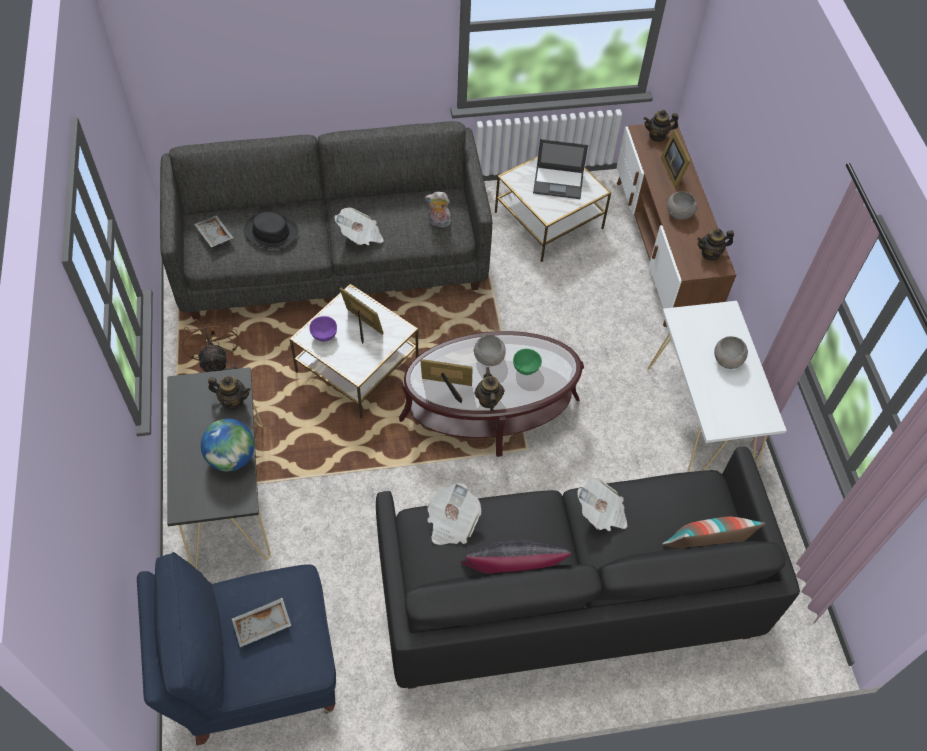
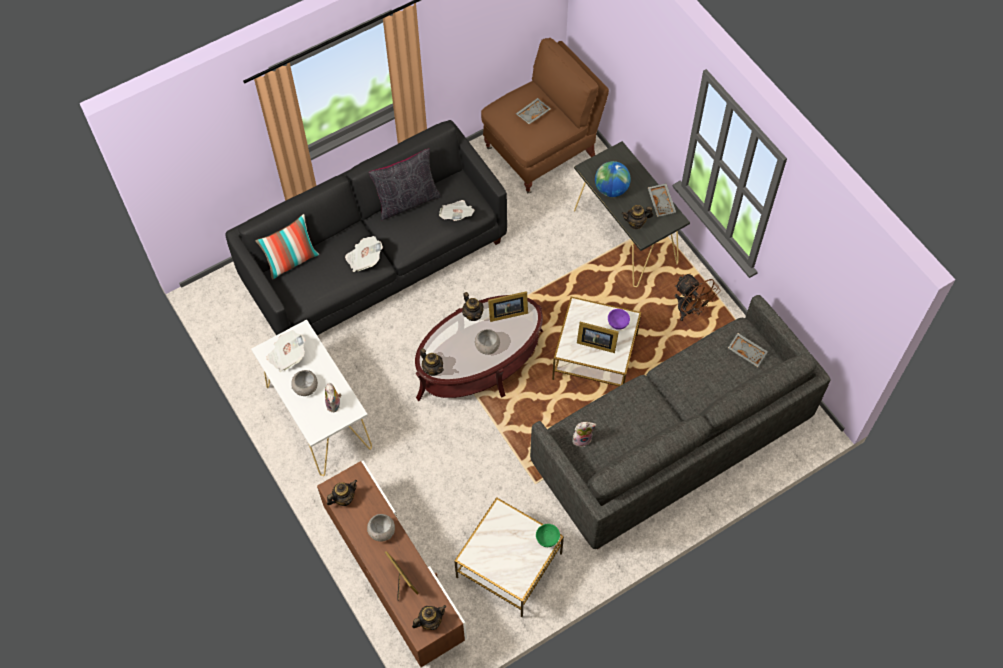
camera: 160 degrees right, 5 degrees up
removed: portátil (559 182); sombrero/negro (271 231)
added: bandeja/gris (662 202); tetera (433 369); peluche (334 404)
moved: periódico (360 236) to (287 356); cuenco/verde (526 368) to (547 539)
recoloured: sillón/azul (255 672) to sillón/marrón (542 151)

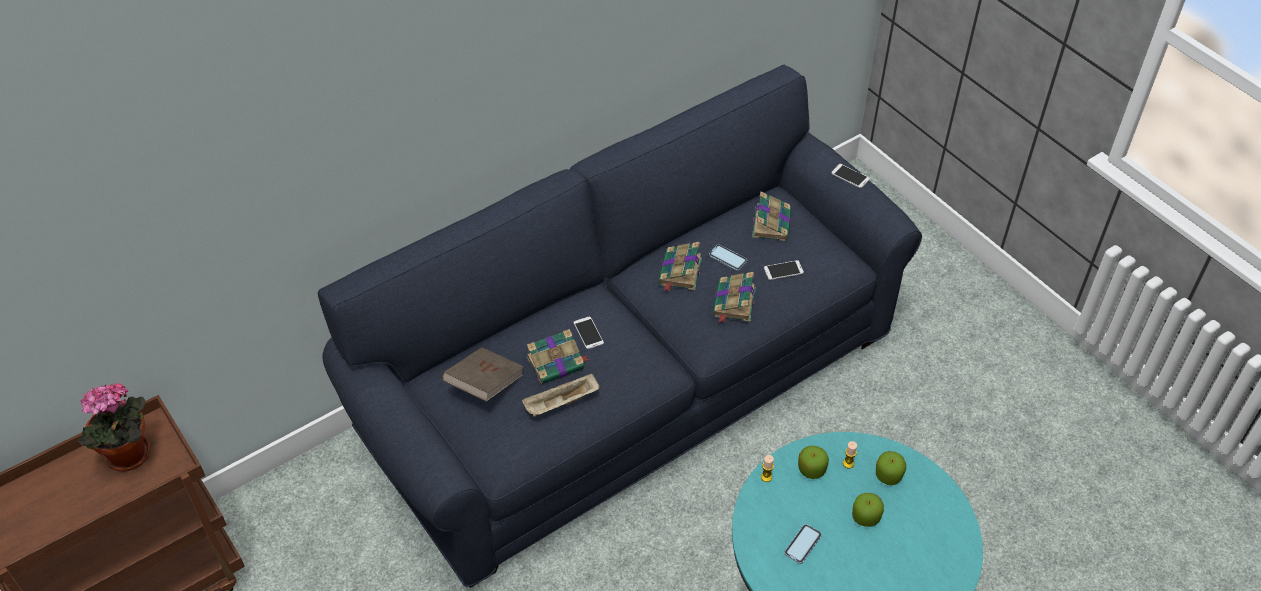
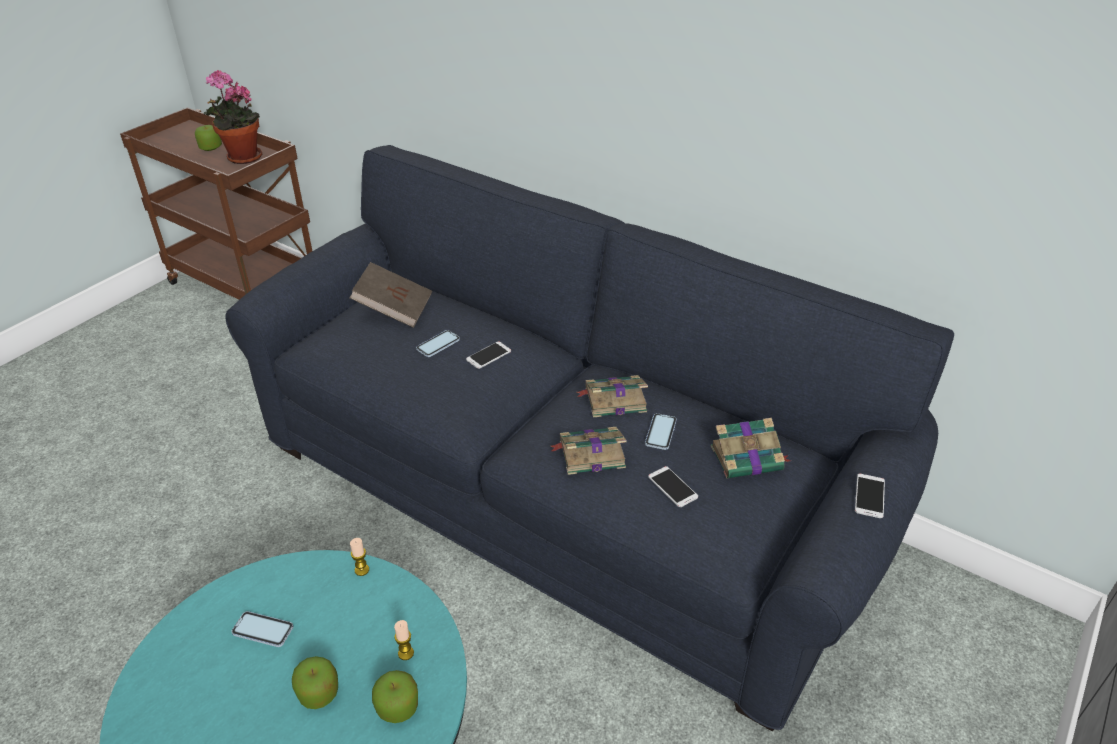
camera: 70 degrees right, 10 degrees down
removed: bandeja/beis (561 404)
moved: manzana (811 469) to (210 148)
replaced: libro (557 363) to móvil (438 345)

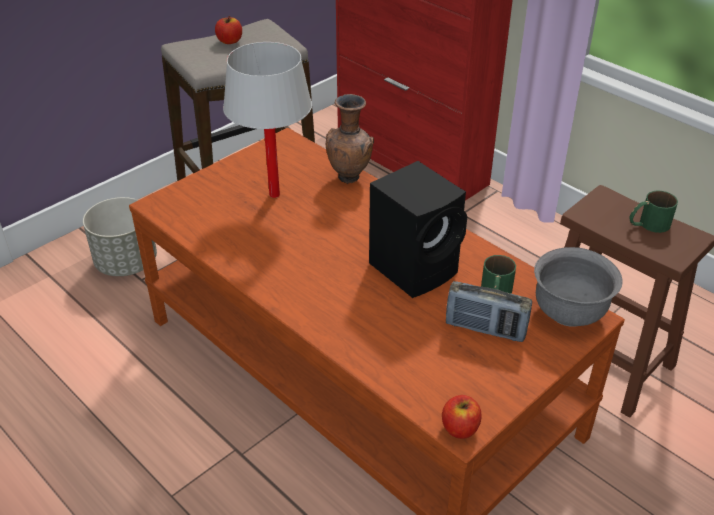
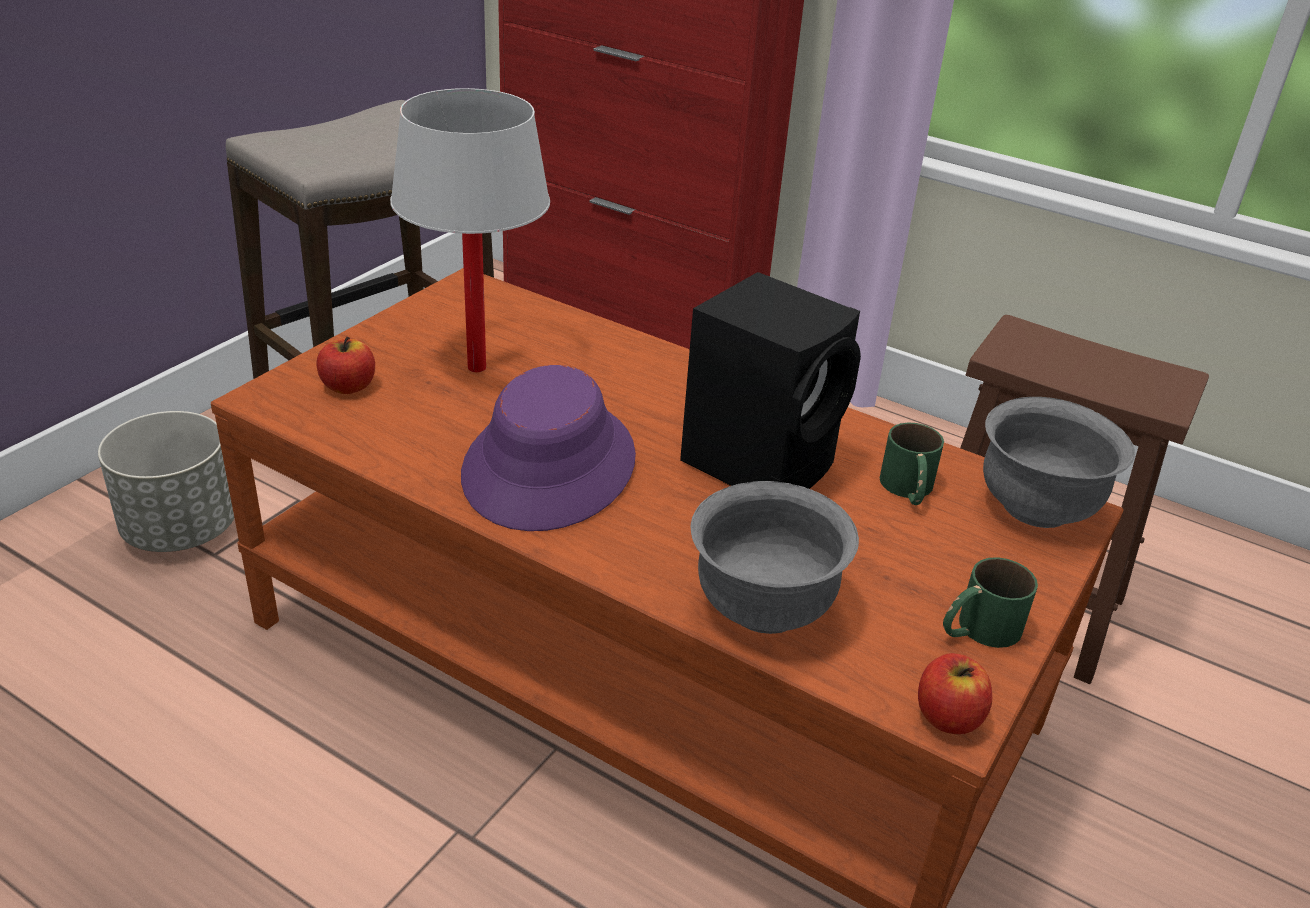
camera: 15 degrees left, 5 degrees down
removed: florero/marrón (350 177); radio (485 329)
added: sombrero/morado (550 466); cuenco/gris (763 607)
moved: manzana (229 41) to (348 386); taza grande/verde (648 224) to (977 629)

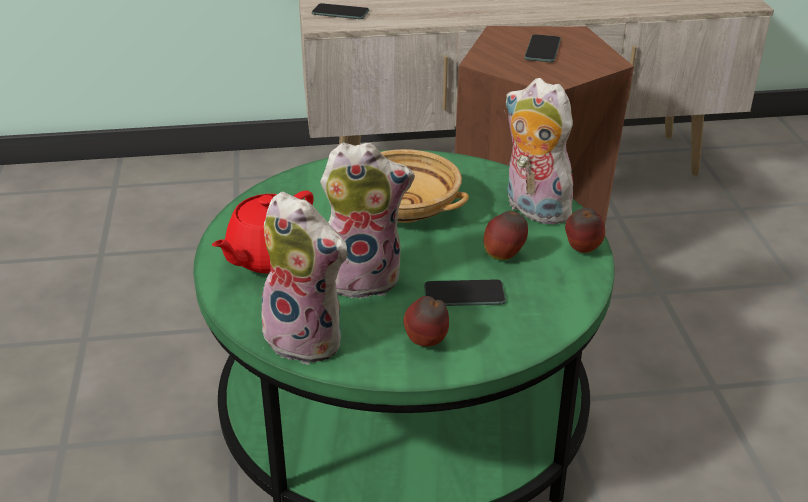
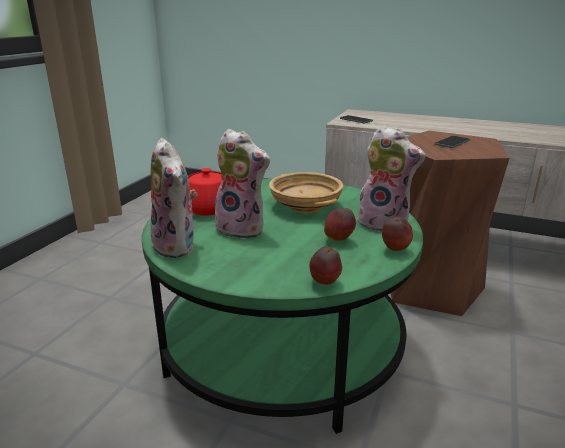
camera: 30 degrees right, 10 degrees down
removed: móvil (464 294)
moved: manzana (427 343) to (324 283)
turned: peluche (532 209) = (384 223) 135 degrees clockwise

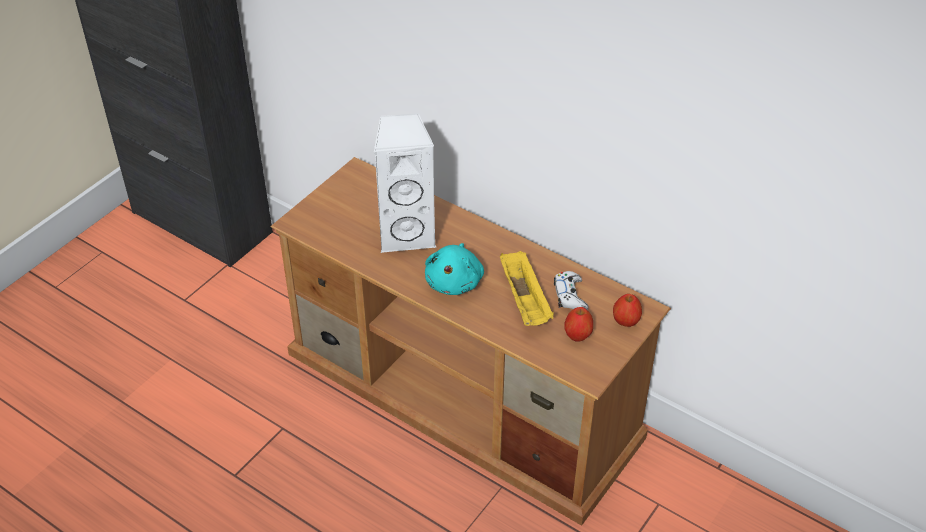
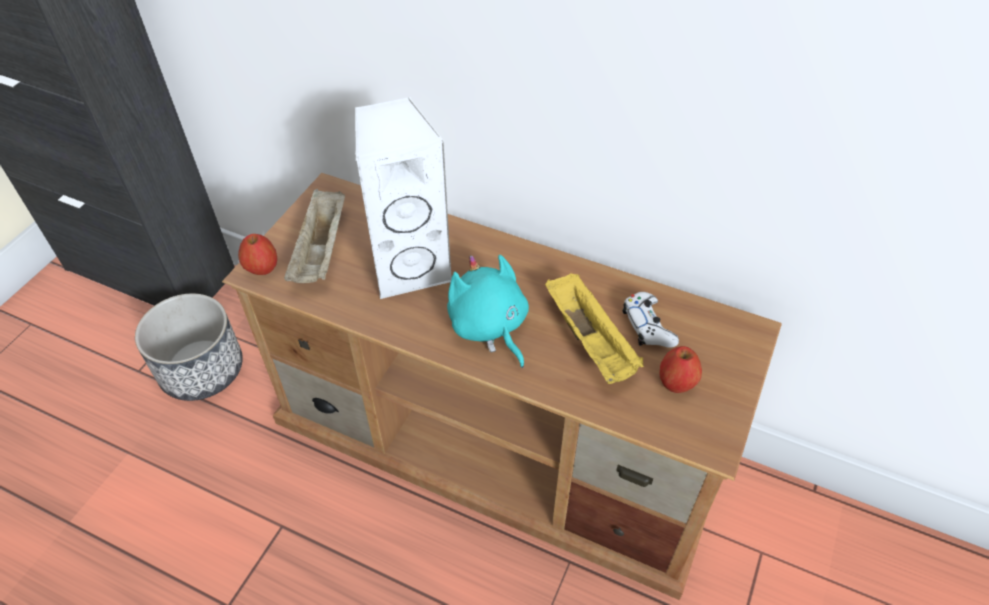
camera: 10 degrees left, 5 degrees up
added: bandeja/beis (321 252); maceta (202 369)
moved: manzana (625 321) to (262 269)
turned: peluche/turquesa (454 281) = (489 327) 150 degrees clockwise

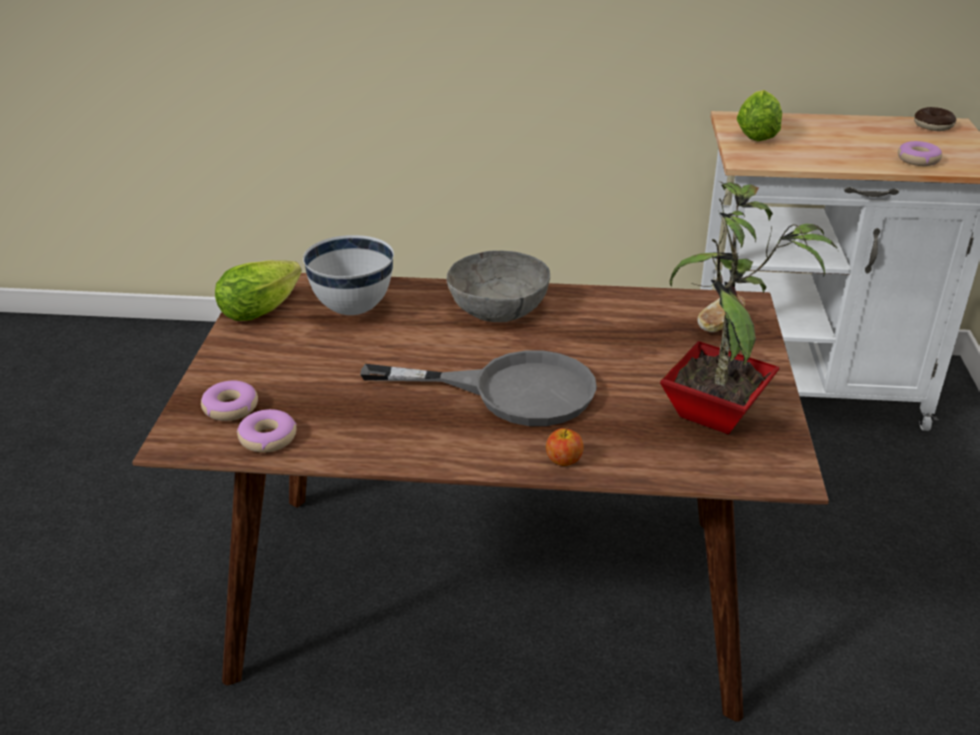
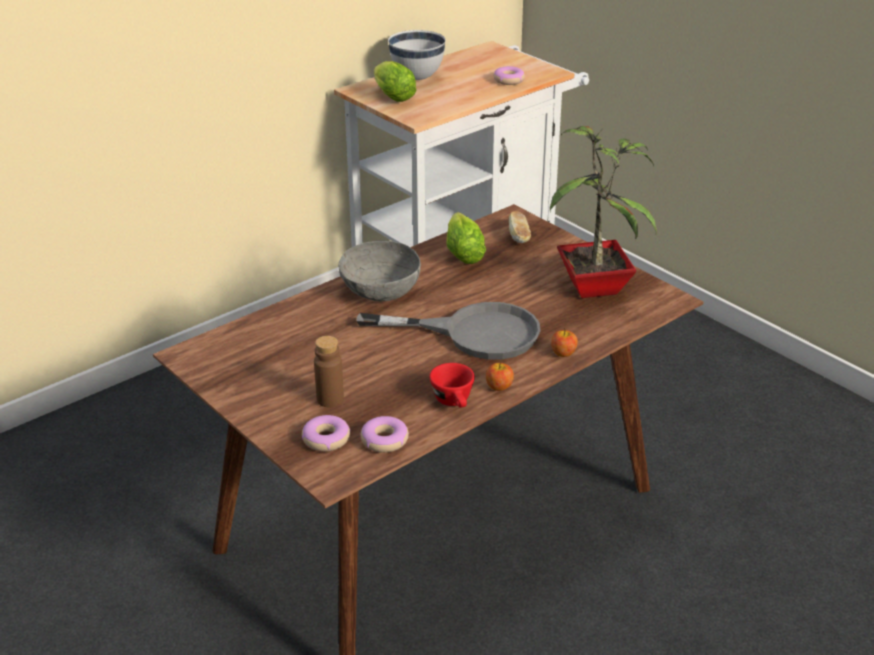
camera: 45 degrees left, 0 degrees up
removed: rosquilla (933 126)
added: botella/marrón (330 399); manzana (499 387); taza/rojo (454 402)
moved: cuenco/blanco (352 309) to (417 78); lechuga (264 306) to (463 251)
turned: sartén/gris (511 391) = (474 333) 45 degrees clockwise

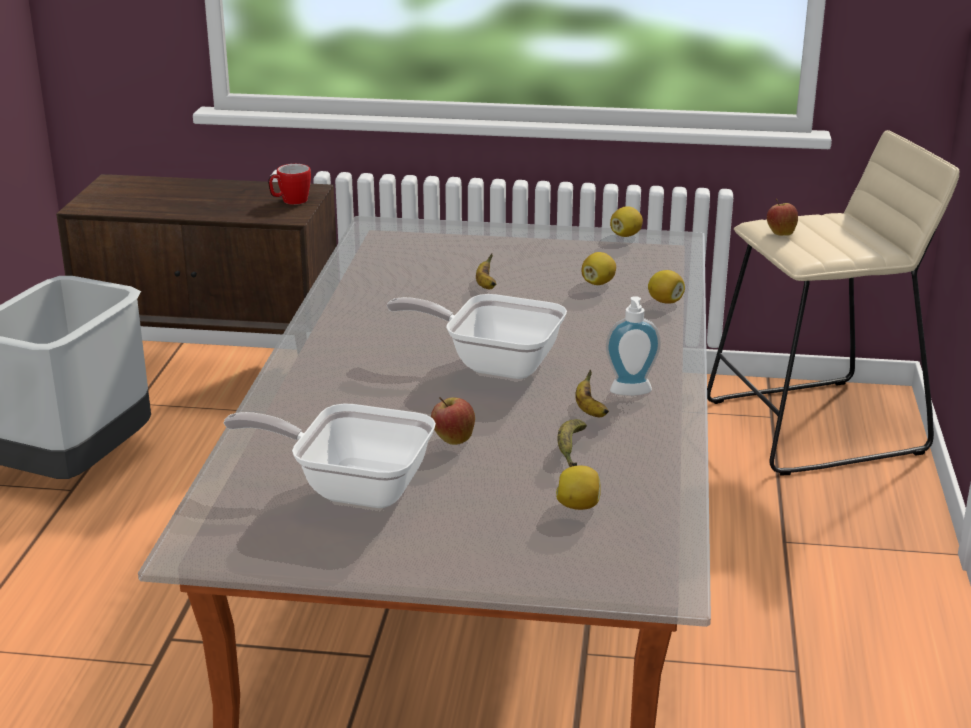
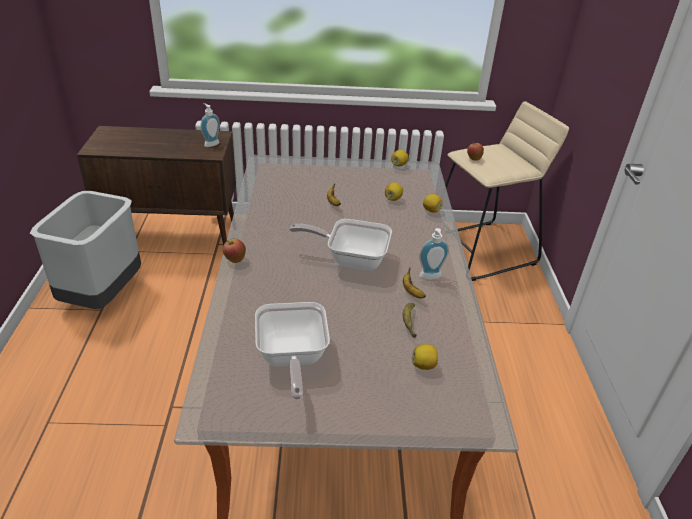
camera: 10 degrees left, 10 degrees up
moved: manzana (453 440) to (234 259)
replaced: taza grande (290 201) to dispensador de jabón (210 143)
turned: sartén (352 487) = (291 359) 105 degrees counterclockwise

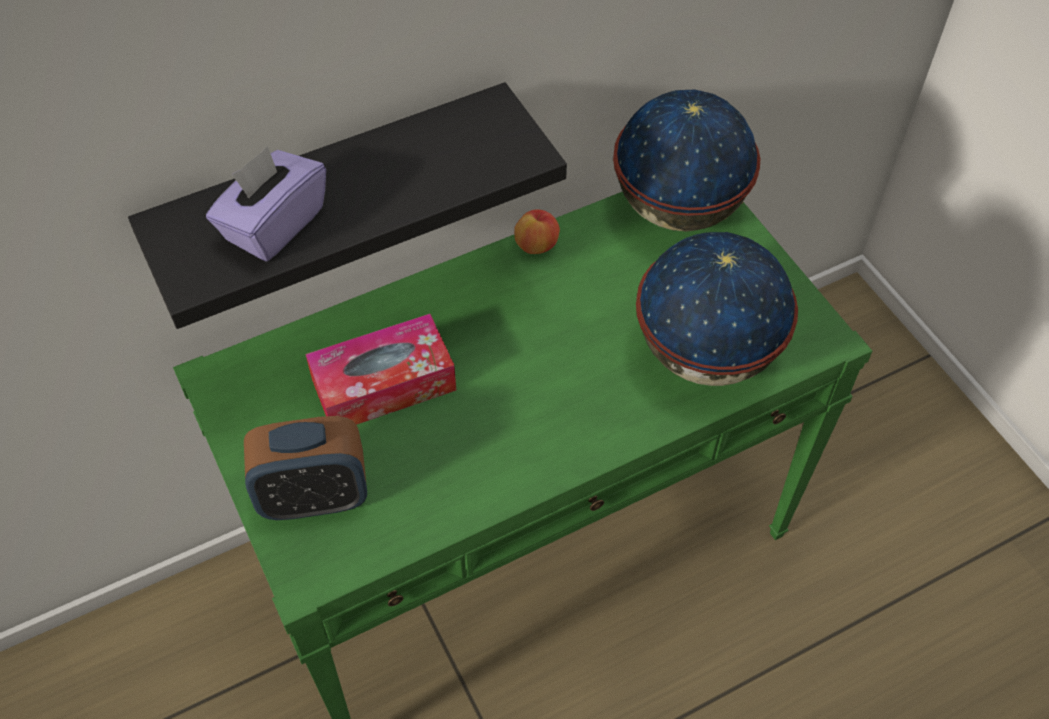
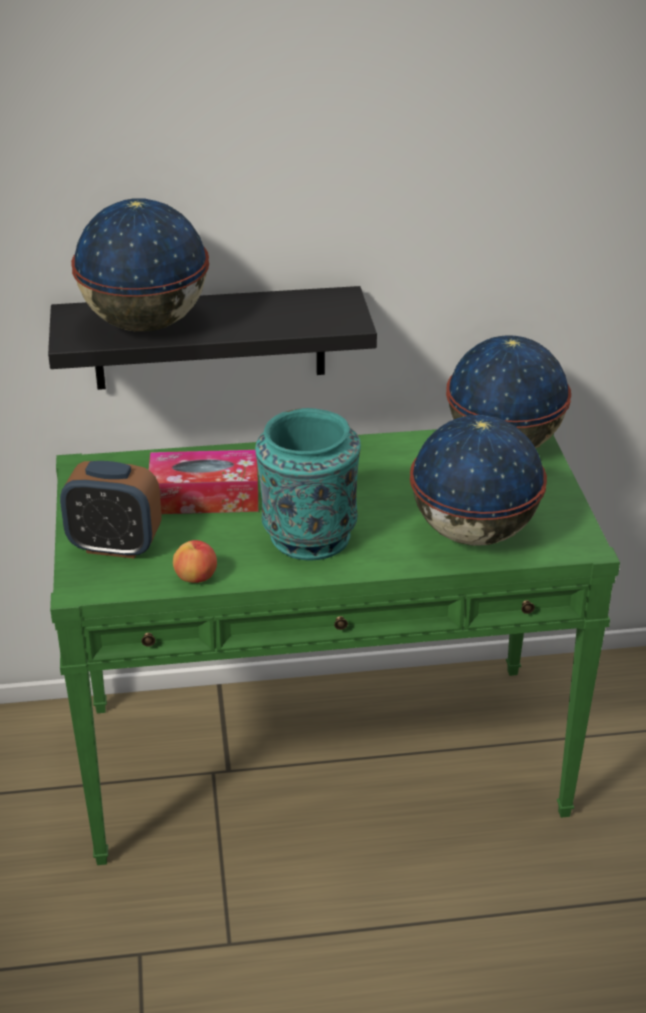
camera: 20 degrees right, 20 degrees down
added: florero/turquesa (308 537)
moved: manzana (536 245) to (196 577)
replaced: caja de pañuelos/morado (274 225) to globo terráqueo (145 325)

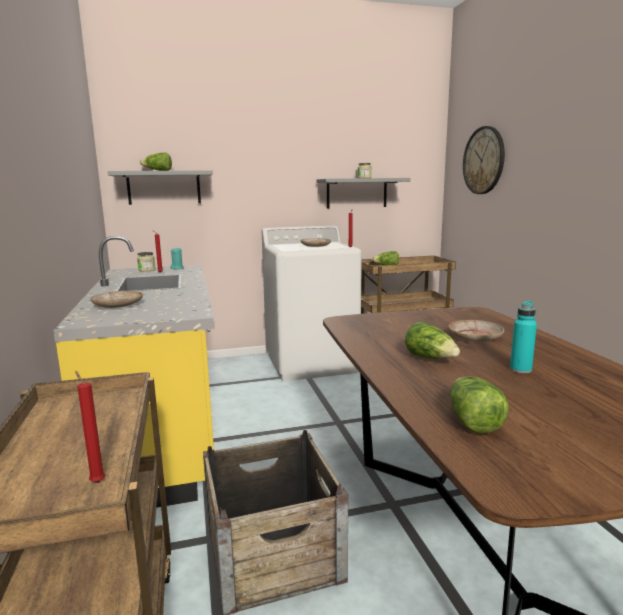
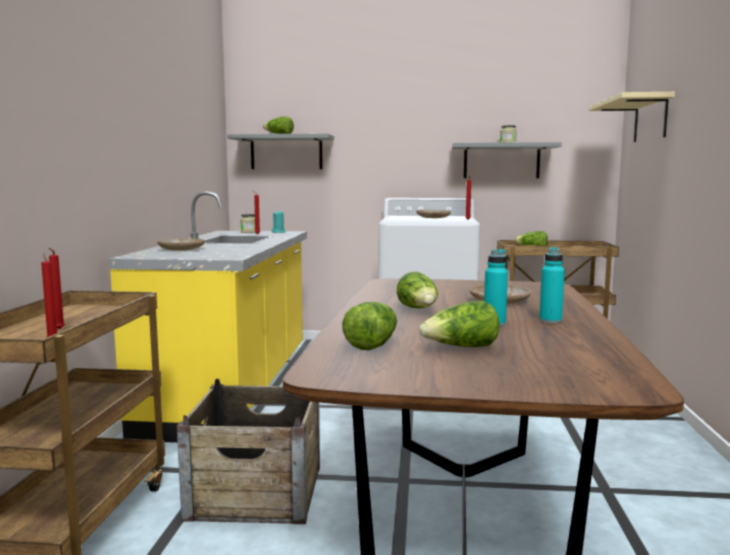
camera: 20 degrees right, 5 degrees down
added: botella/turquesa (550 321); vela/rojo (58 329); lechuga (461 348)
replaced: reloj de pared (484 160) to estante/beis (650 119)

